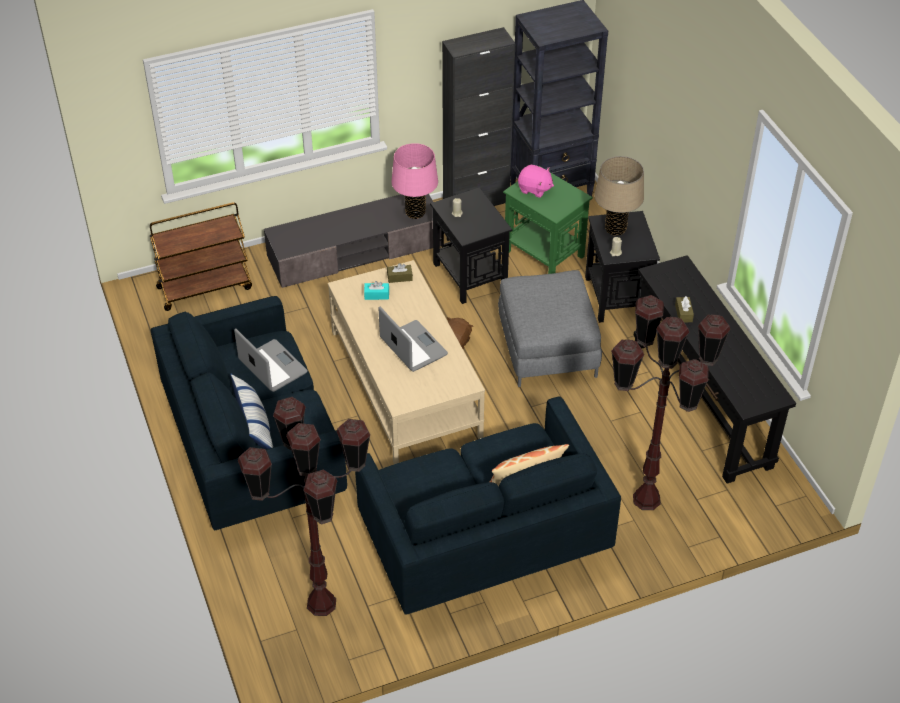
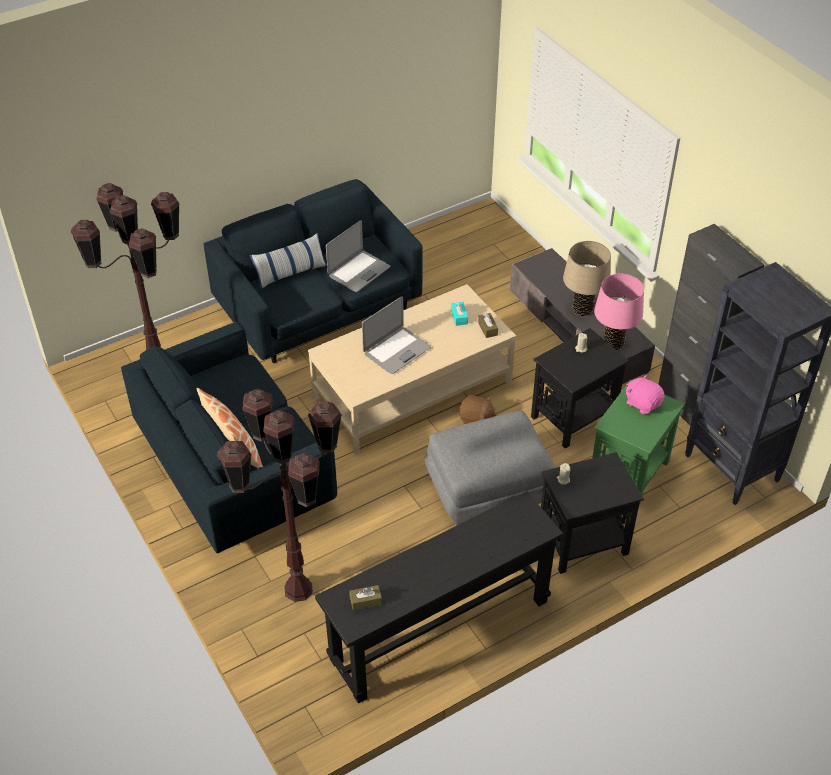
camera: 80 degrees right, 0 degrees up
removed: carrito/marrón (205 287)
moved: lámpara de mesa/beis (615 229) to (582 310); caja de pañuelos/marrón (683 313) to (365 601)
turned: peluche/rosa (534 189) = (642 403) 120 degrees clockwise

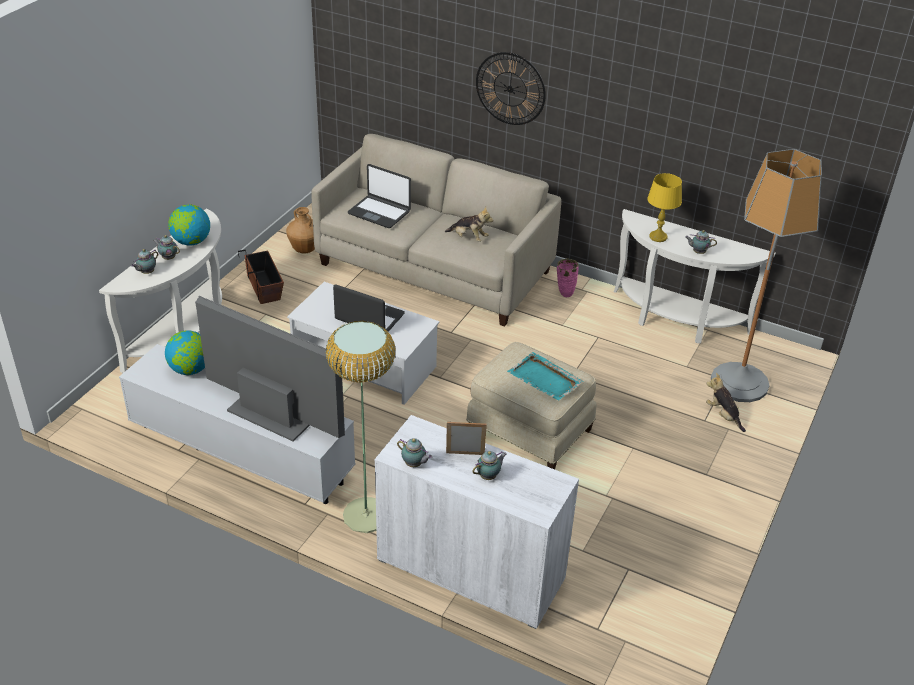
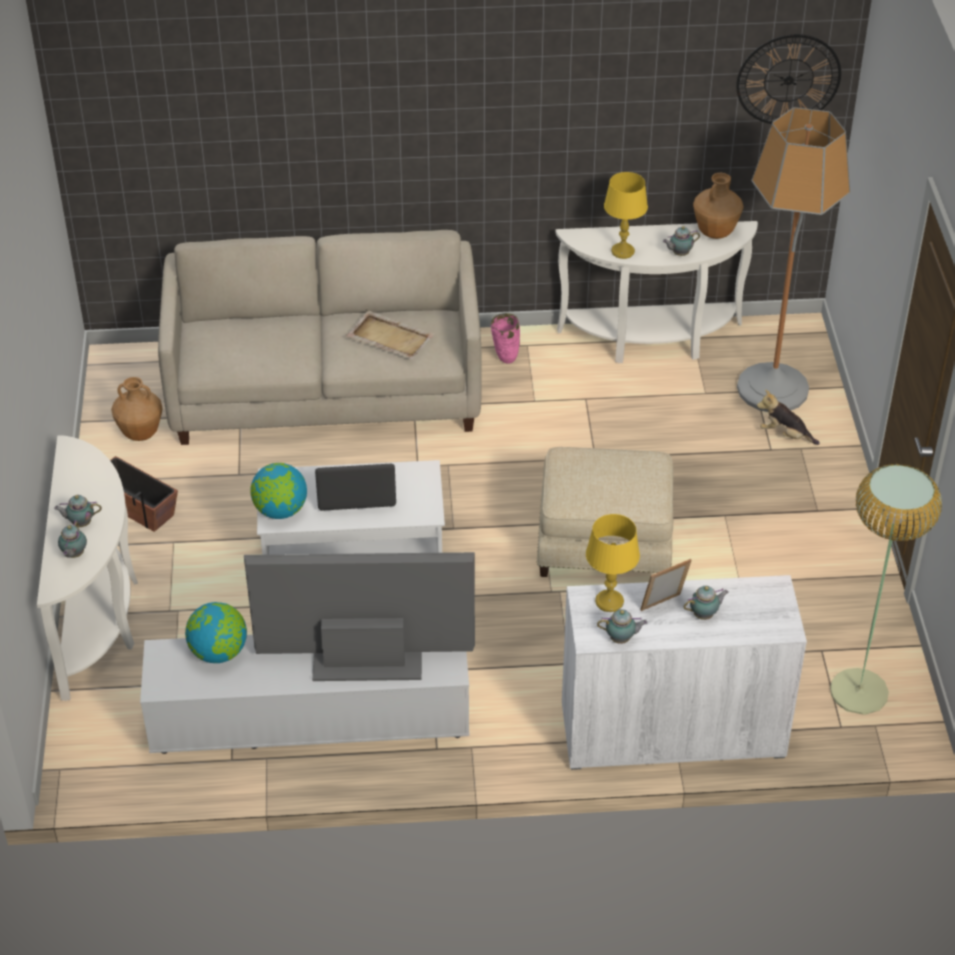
camera: 30 degrees left, 5 degrees up
removed: portátil (379 212); bandeja/turquesa (545 379)
added: florero/marrón (715 233); lámpara de mesa/amarillo (609 602)
moved: reloj de pared (510 89) to (788 80); globo terráqueo (191 242) to (280 510); lámpara de pie (366 515) to (859 691)
replaced: peluche (469 238) to bandeja/beis (389 337)
turned: tetera (489 476) = (704 615) 45 degrees clockwise

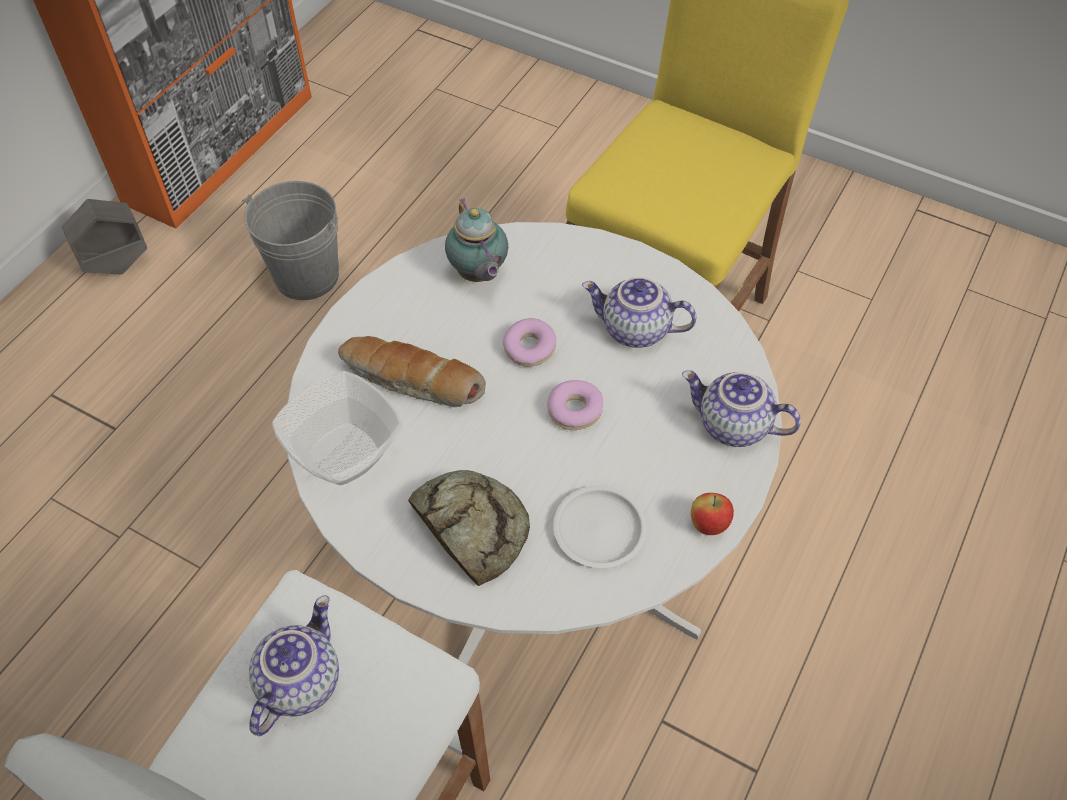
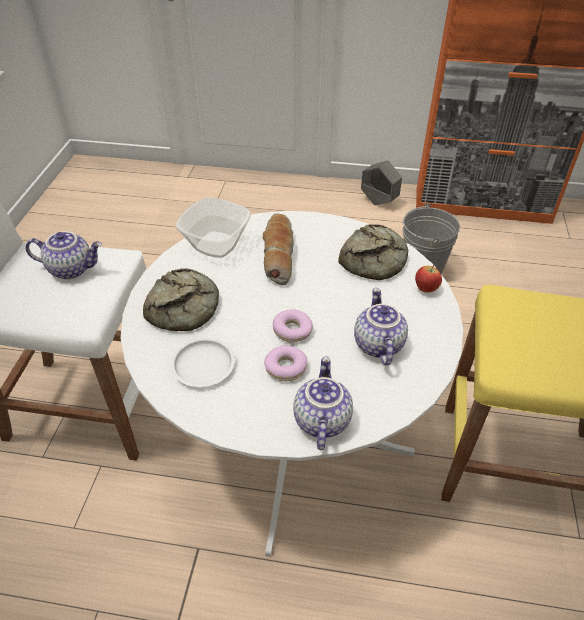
camera: 70 degrees right, 10 degrees down
moved: rosquilla (529 348) to (286 368); manzana (708 525) to (426 289)
replaced: tetera (478 275) to pan (375 259)

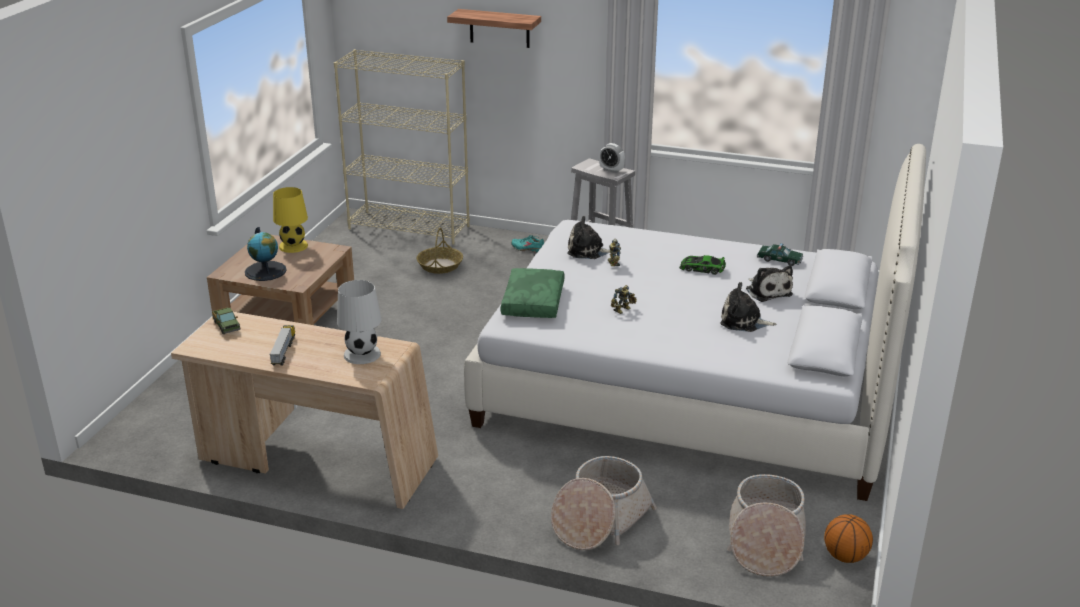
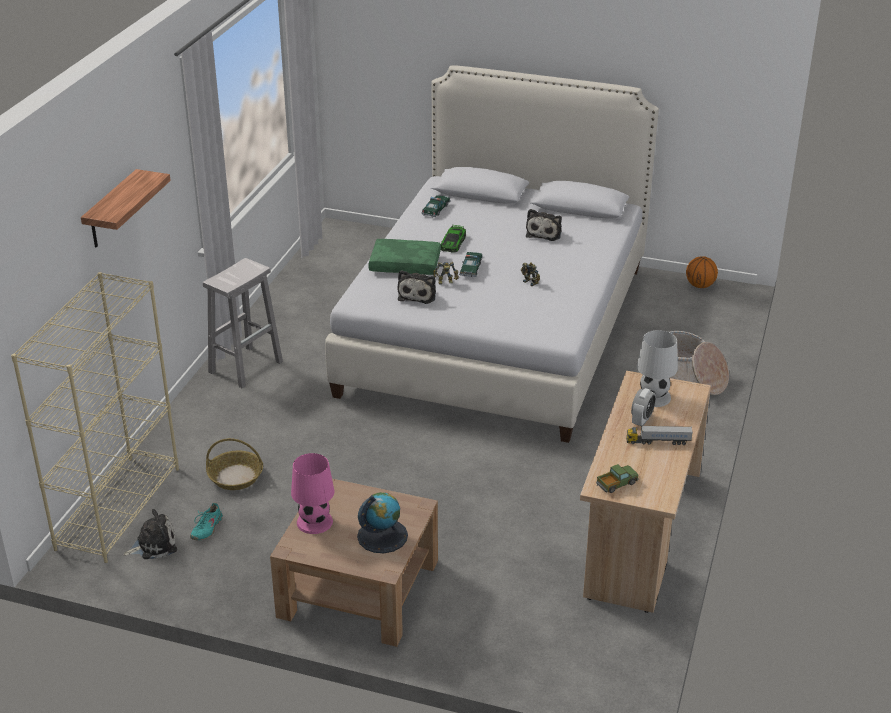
camera: 90 degrees left, 5 degrees up
removed: cesta (765 541)
added: coche de juguete (471 269)
moved: despertador (611 170) to (641 420); zapato/turquesa (528 249) to (206 528); peluche (767 291) to (154 545); cojín/verde (534 302) to (406 264)
recoloured: lámpara de mesa/amarillo (294 246) to lámpara de mesa/rosa (314 521)

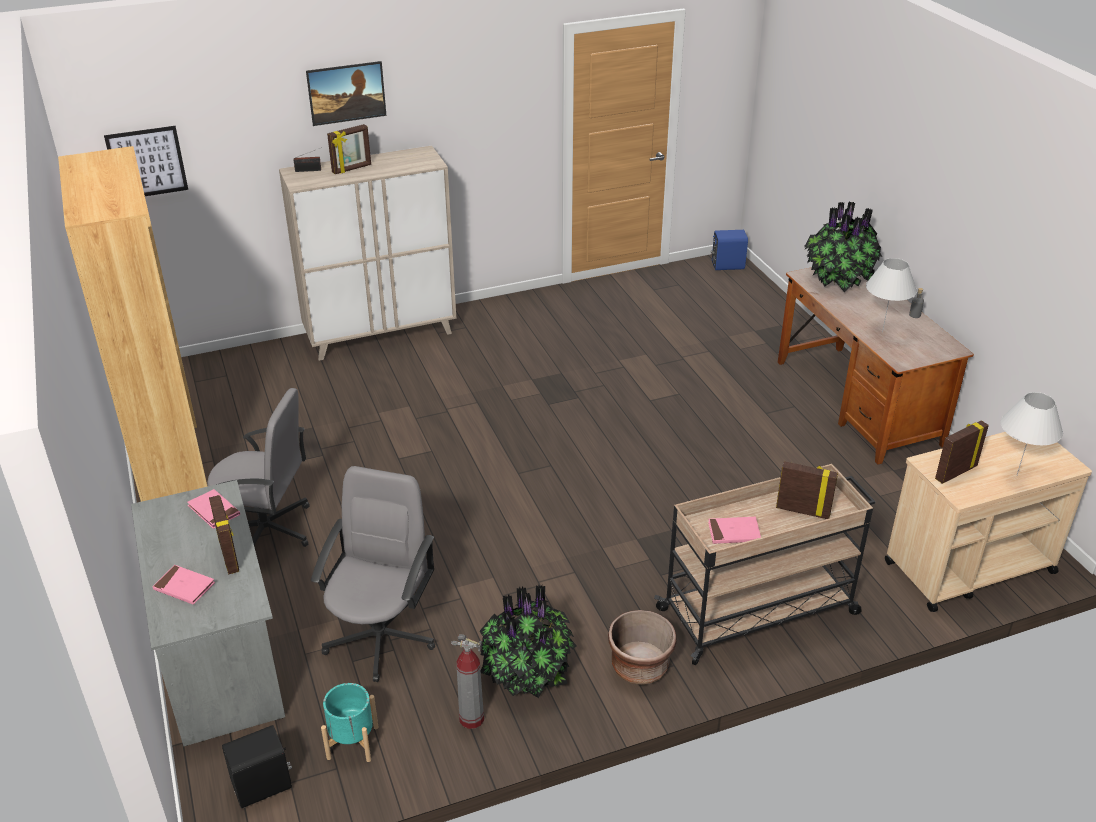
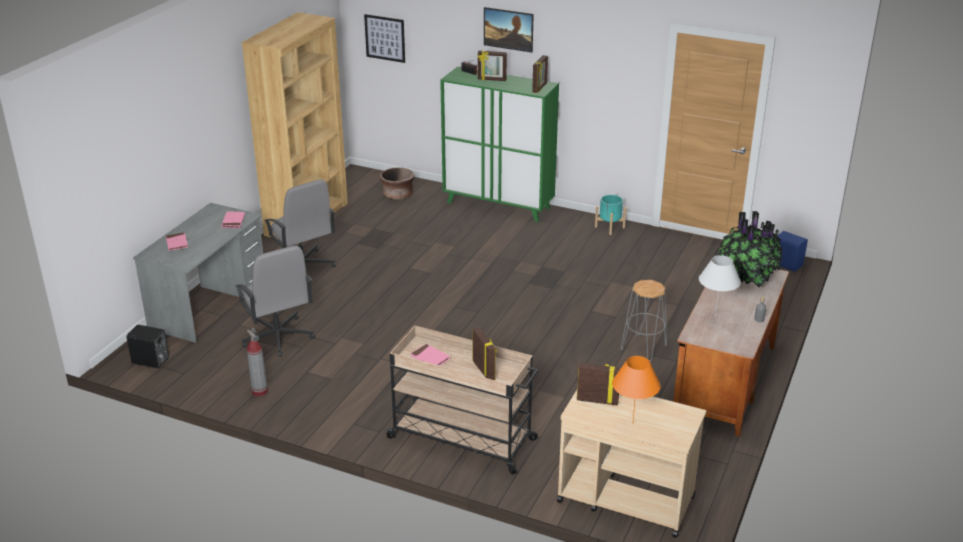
camera: 45 degrees right, 5 degrees down
removed: planta en maceta (527 673)
added: taburete/gris (643 347)
moved: portarretratos (229 555) to (540 88); maceta/marrón (639 666) to (397 195); maceta/turquesa (352 742) to (609 227)
recoloured: armario/beis (381 335) to armario/verde (498 205); lámpara de mesa/blanco (1017 475) to lámpara de mesa/naranja (633 423)
turned: silla de oficina/gris (381 636) = (278 337) 90 degrees clockwise

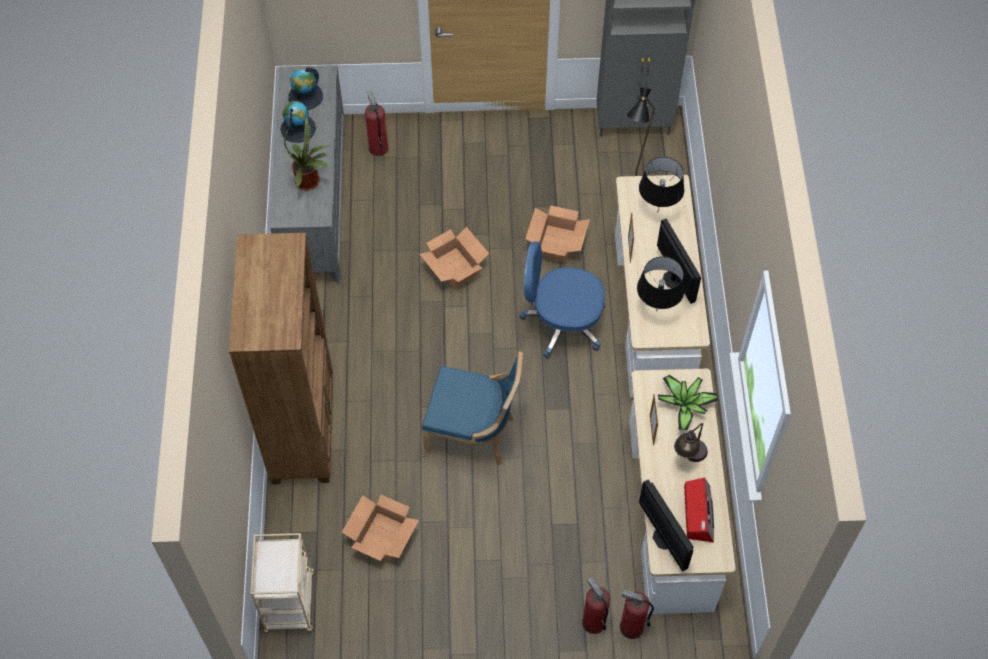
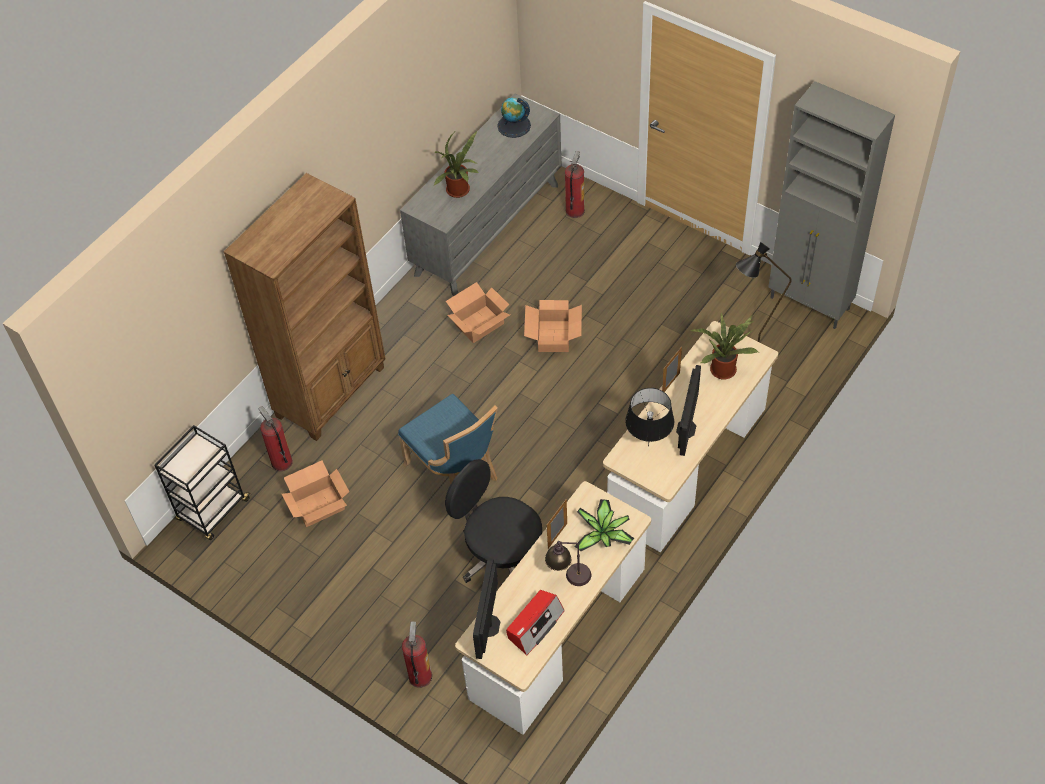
camera: 40 degrees right, 5 degrees down
removed: globo terráqueo (298 128); silla de oficina/azul (562 323)
added: silla de oficina/negro (501 554)
moved: caja de cartón (557 243) to (480 324); extintor (631 627) to (281 462)
replaced: lámpara de mesa/negro (657 212) to planta en maceta (723 368)
recoloured: carrito/beis (290 603) to carrito/negro (213 511)

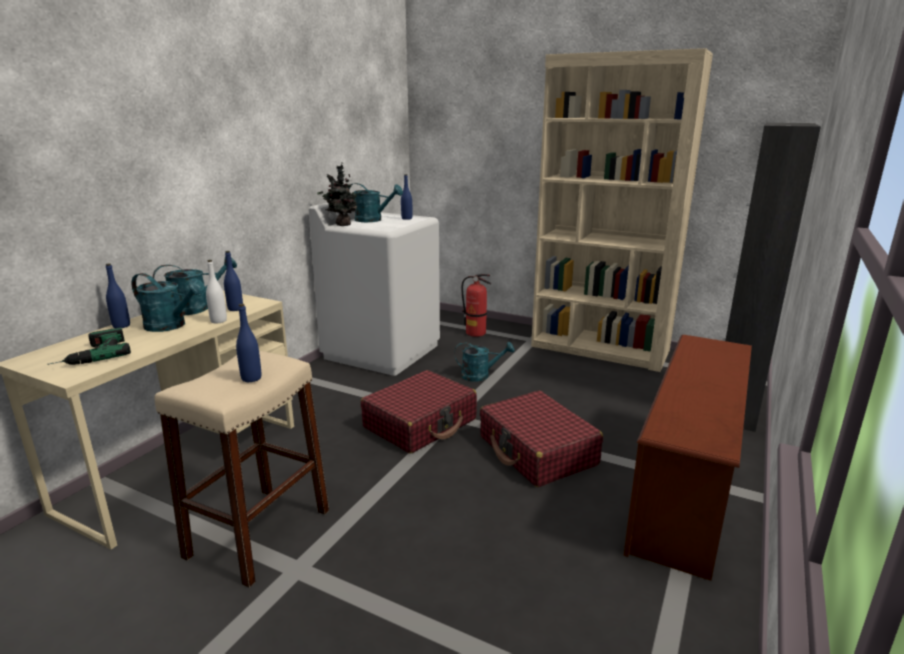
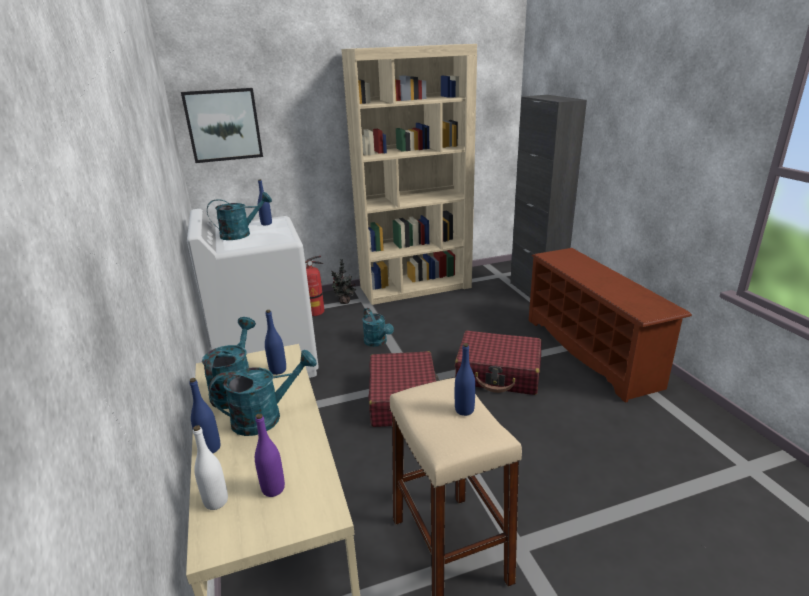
camera: 45 degrees left, 5 degrees up
added: cuadro (223 125)
moved: planta en maceta (342 225) to (344 302); botella/blanco (218 321) to (216 501)
replaced: taladro (90 355) to botella/morado (273 489)
turned: regadera/turquesa (480 375) = (377 342) 105 degrees clockwise

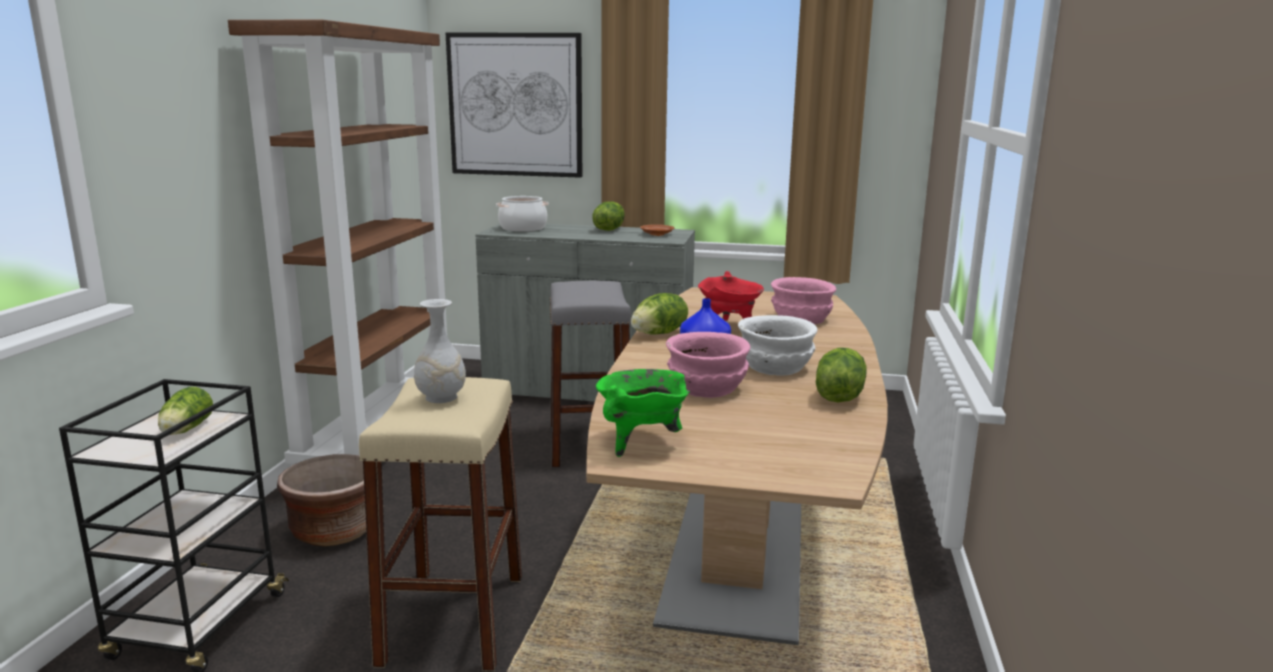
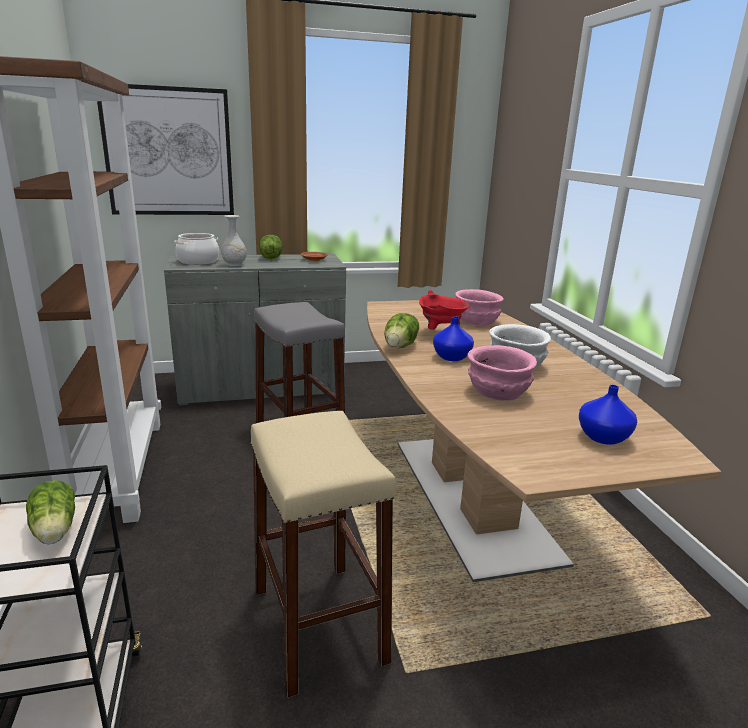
camera: 25 degrees left, 5 degrees up
removed: lechuga (838 396); olla/verde (642 443); maceta/marrón (334 531)
added: florero/azul (602 437)
moved: florero/blanco (440 398) to (234 265)

